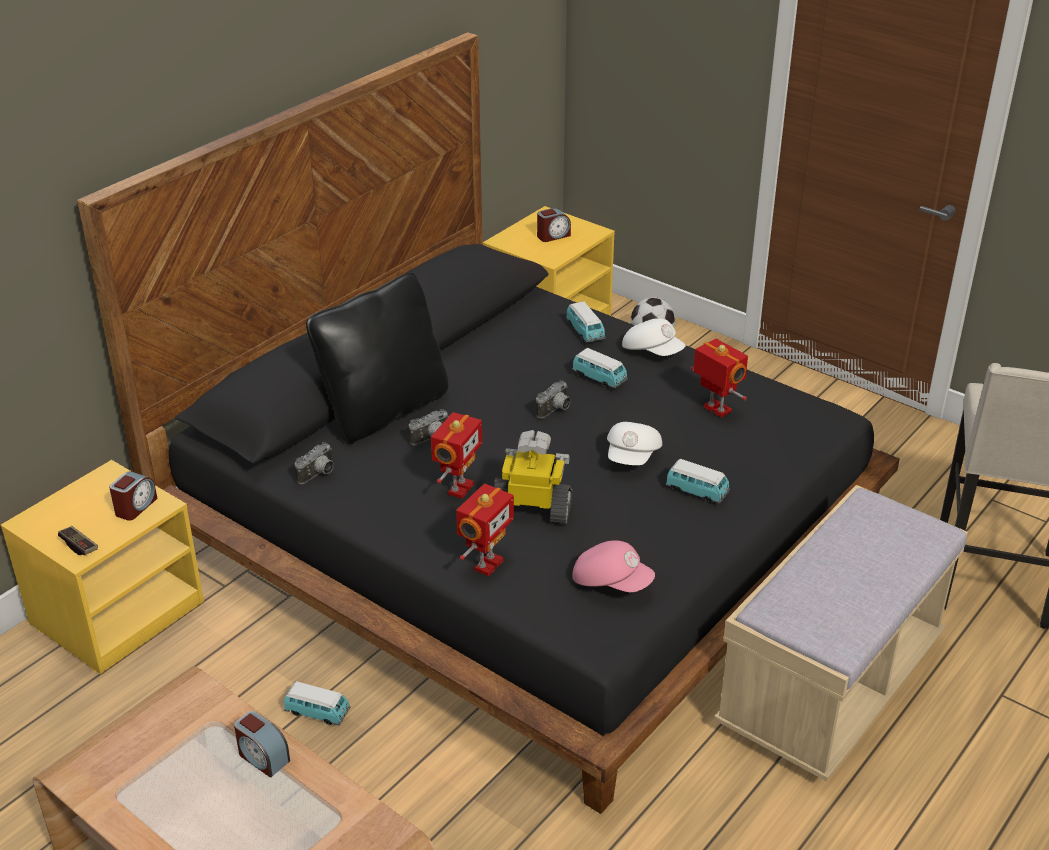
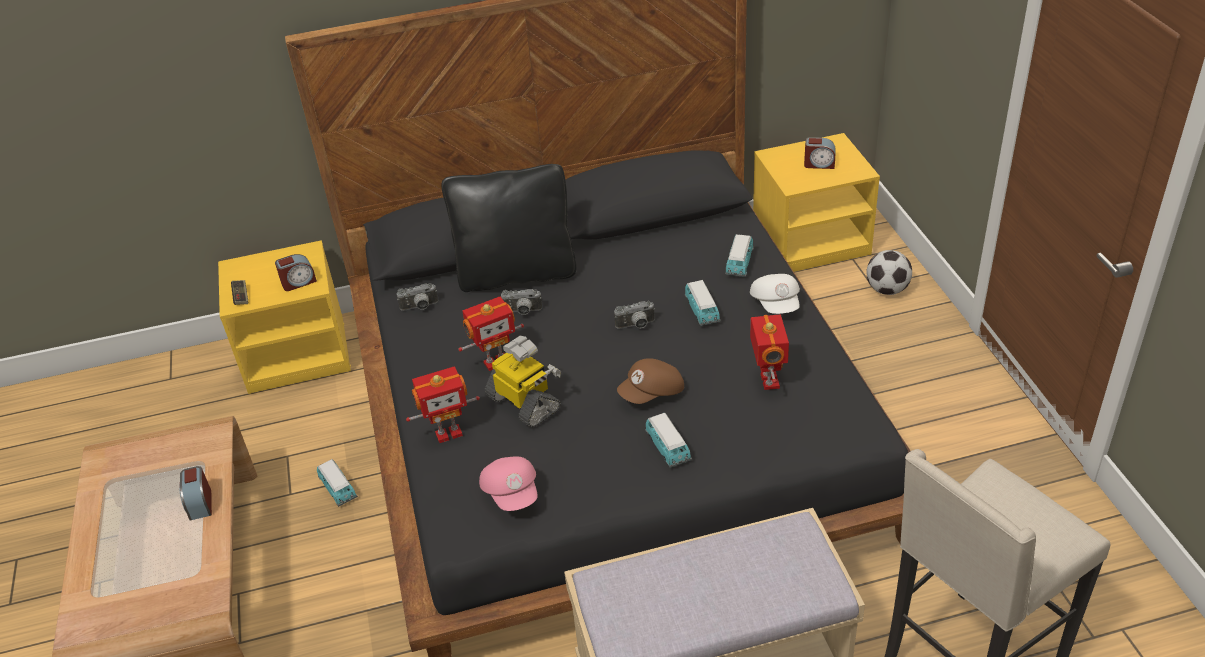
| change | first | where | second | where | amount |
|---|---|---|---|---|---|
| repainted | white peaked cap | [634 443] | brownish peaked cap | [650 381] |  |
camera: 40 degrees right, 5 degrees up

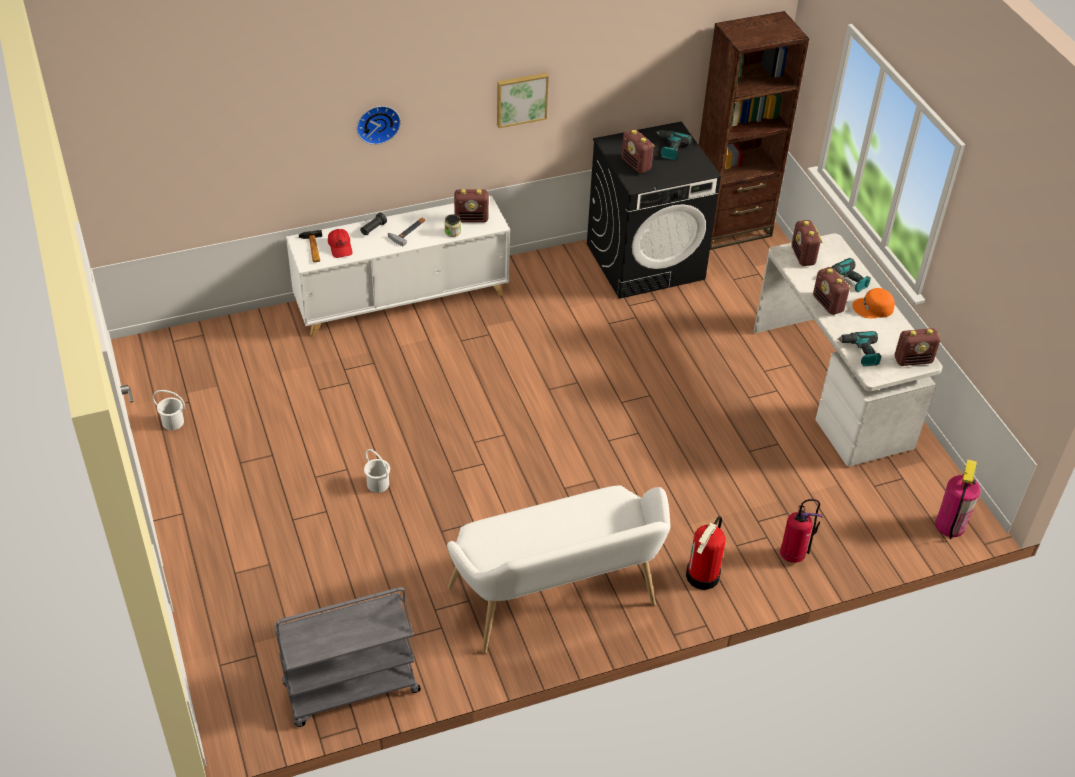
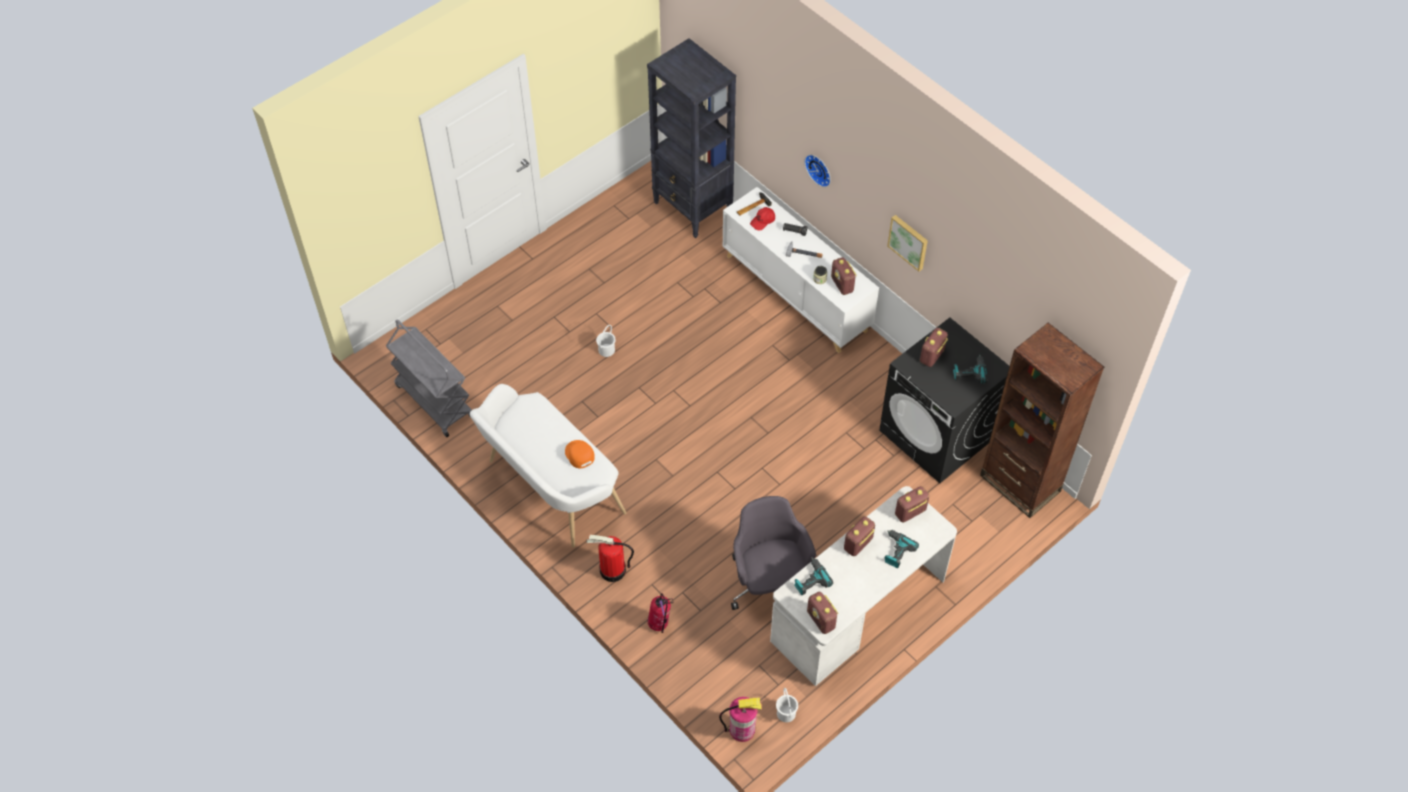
| change | first | where | second | where | amount |
|---|---|---|---|---|---|
| shifted | orange peaked cap | [873 303] |  | [580 454] |  |
| shifted | white pail | [169 410] |  | [787 705] |  |
| new |  |  | black bookcase | [691 138] |  |
| new |  |  | grey desk chair | [773 553] |  |
camera: 70 degrees right, 10 degrees up

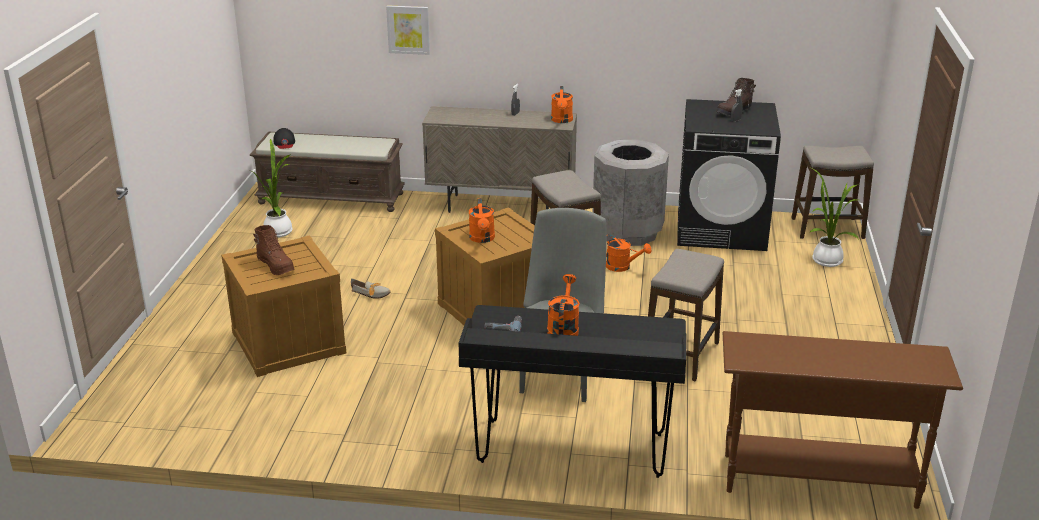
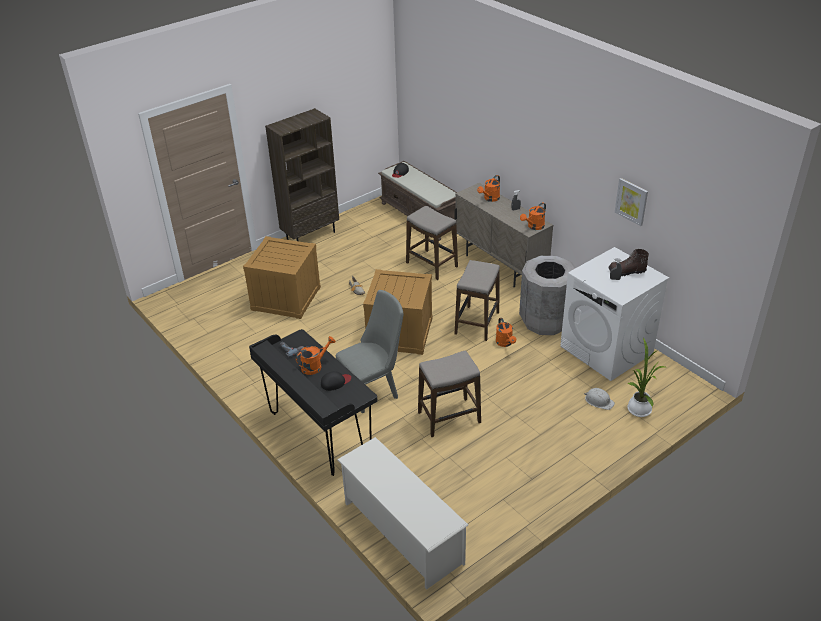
| change | first | where | second | where | amount |
|---|---|---|---|---|---|
| shifted | picture | [408 30] |  | [631 202] |  |
| repainted | black washing machine | [729 175] | white washing machine | [614 314] |  |
| gone | houseplant | [272 188] |  |  |  |
| shifted | stool | [832 192] |  | [432 243] |  |
| shifted | orange sprinkling can | [482 220] |  | [488 188] |  |
| gone | brownish tall boot | [274 250] |  |  |  |
| swapped | brownish console table | [843 420] | white shoe stand | [402 513] |  |
| new |  |  | brownish bookcase | [302 174] |  |
| new |  |  | black peaked cap | [336 381] |  |
| new |  |  | white work helmet | [599 399] |  |
camera: 45 degrees right, 10 degrees up

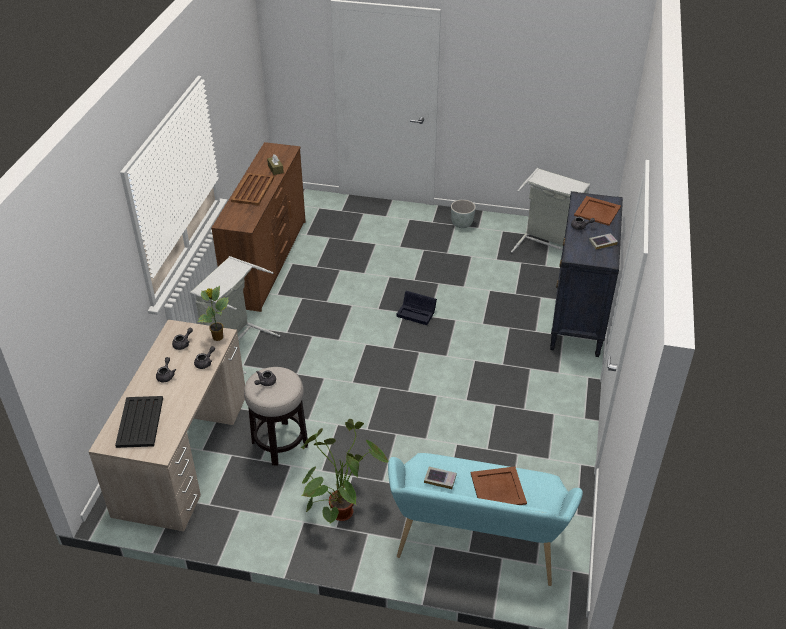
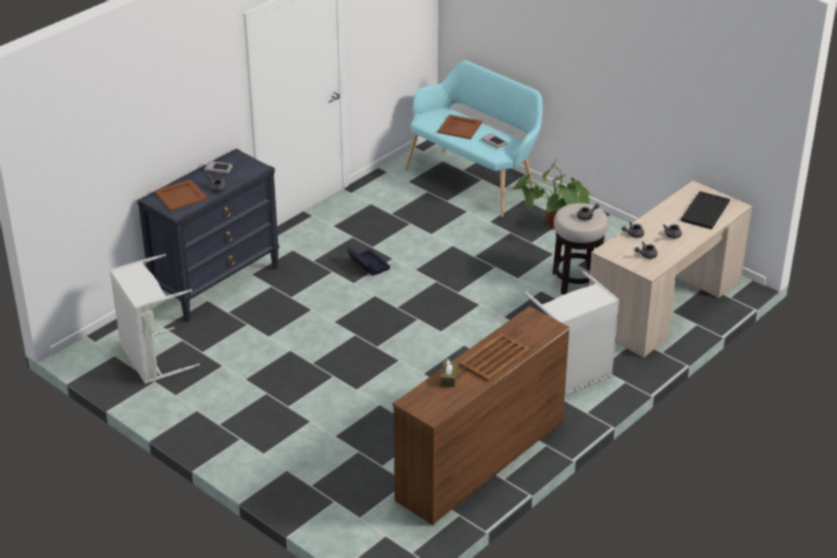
| change | first | where | second | where | amount |
|---|---|---|---|---|---|
| gone | grey planter | [463 214] |  |  |  |
| gone | houseplant | [213 313] |  |  |  |
| shifted | black storage container | [417 308] |  | [368 261] |  |
camera: 150 degrees left, 5 degrees down

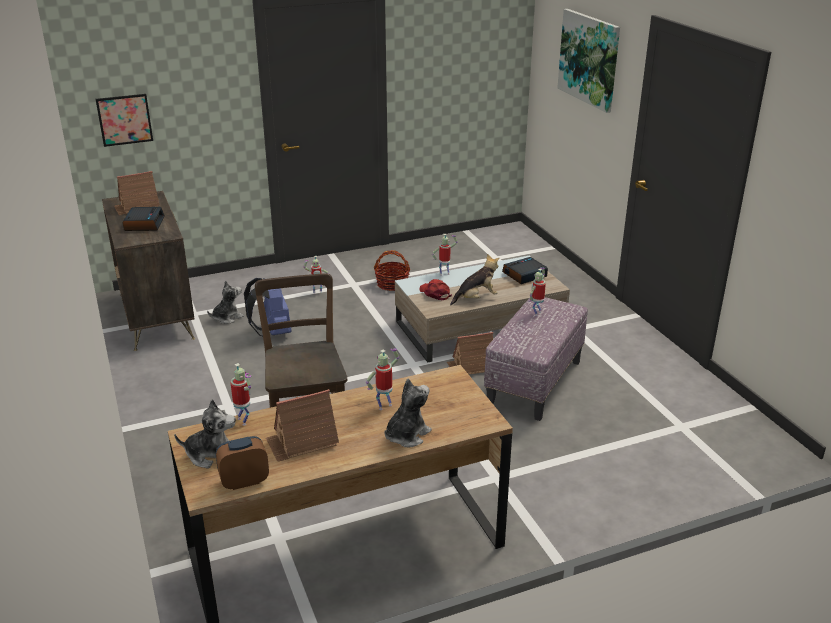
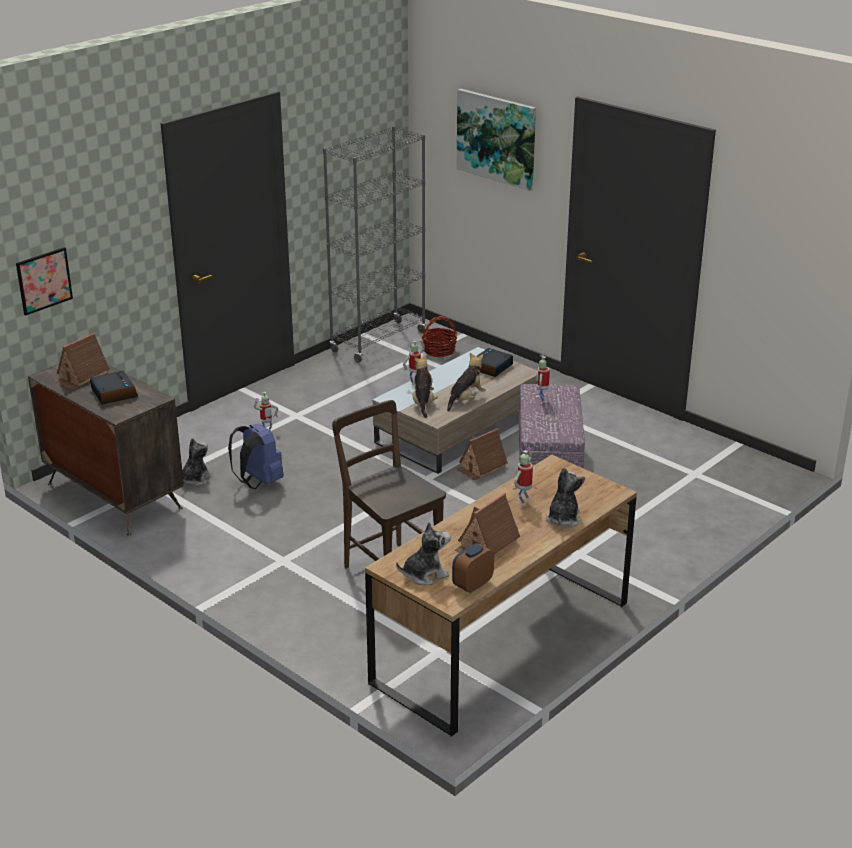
| change | first | where | second | where | amount |
|---|---|---|---|---|---|
| shifted | basket | [391 270] |  | [439 336] |  |
| swapped | red peaked cap | [435 289] | cuddly toy | [425 386] |  |
| gone | toy robot | [241 394] |  |  |  |
| new |  |  | grey bookcase | [374 244] |  |
camera: 25 degrees left, 0 degrees up

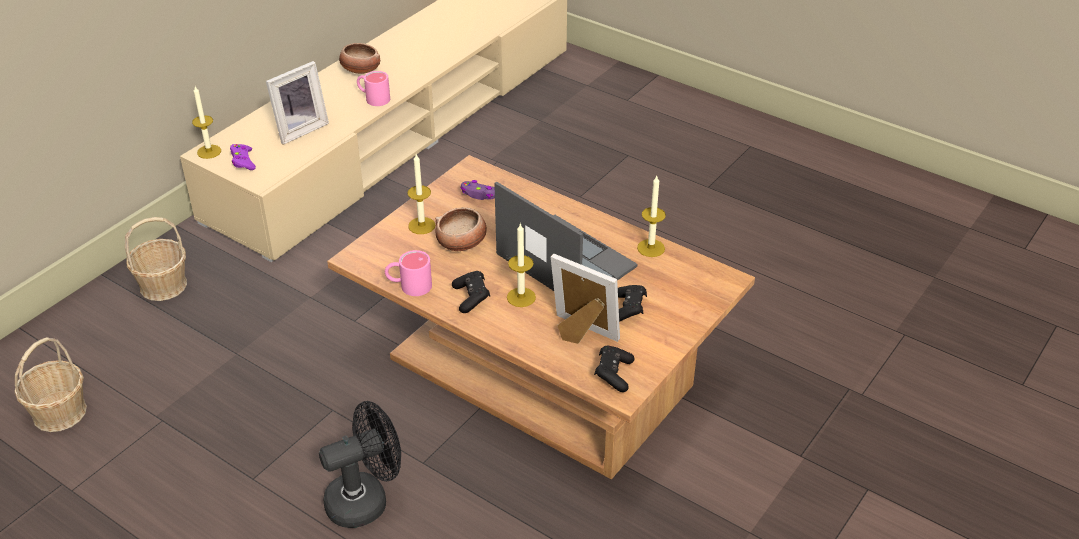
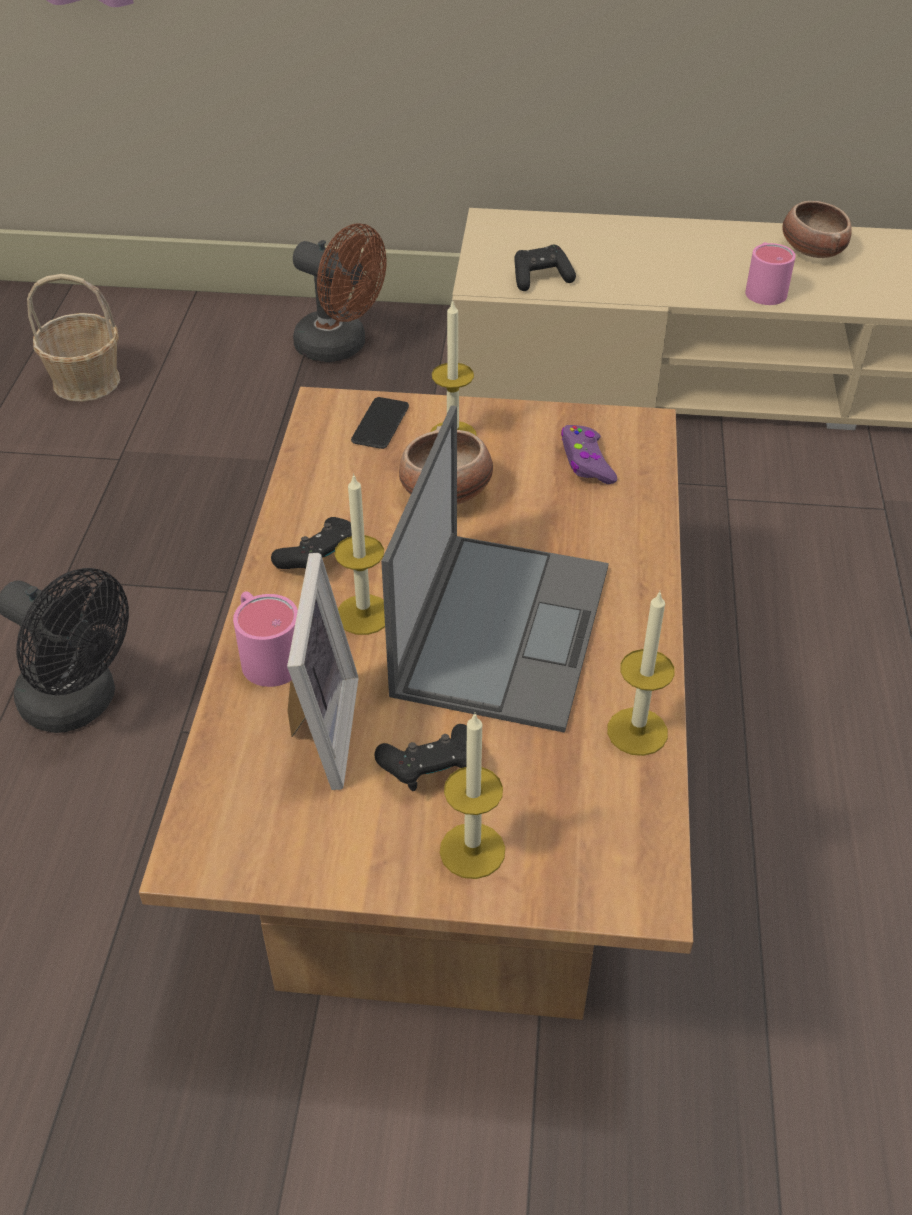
| change | first | where | second | where | amount |
|---|---|---|---|---|---|
| gone | standing frame | [297 103] |  |  |  |
| shifted | wax light | [206 122] |  | [472 795] |  |
| gone | purplish game controller | [243 157] |  |  |  |
| swapped | basket | [156 259] | brownish cooling fan | [340 292] |  |
| shifted | pink tea mug | [408 273] |  | [265 639] |  |
| shifted | black game controller | [614 369] |  | [545 268] |  |
| new |  |  | phone | [380 423] |  |
camera: 60 degrees right, 5 degrees up

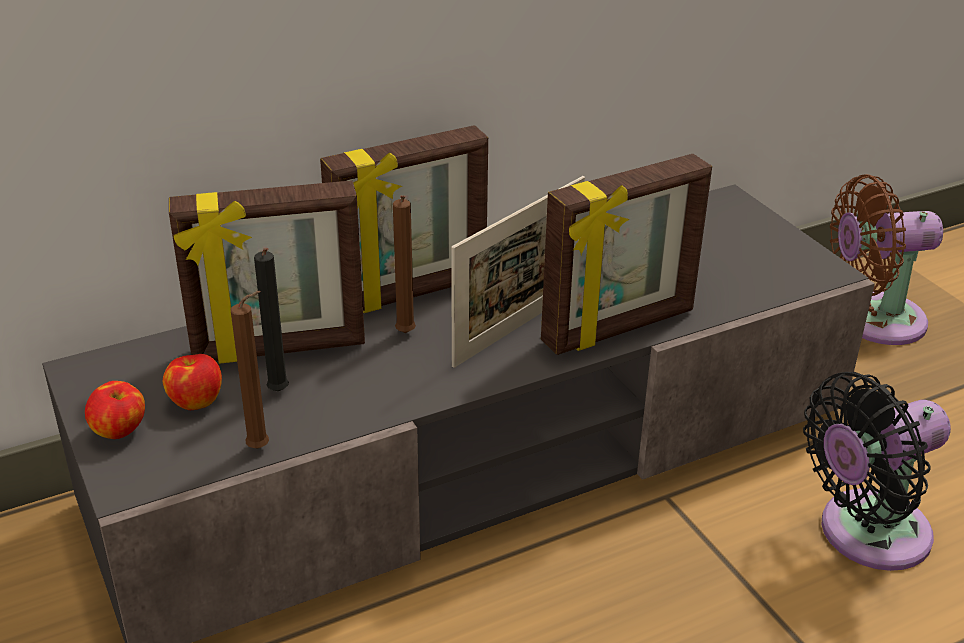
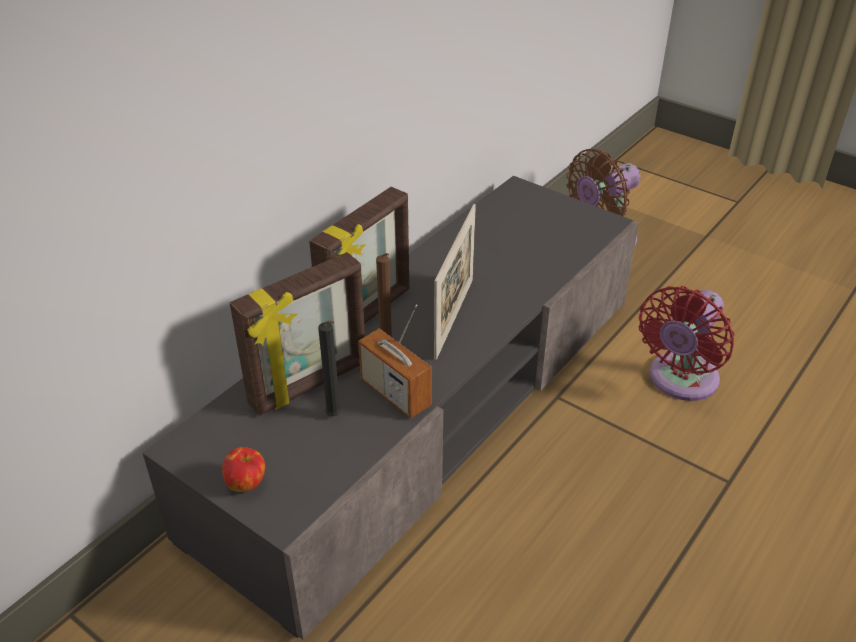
| change | first | where | second | where | amount |
|---|---|---|---|---|---|
| gone | standing frame | [626 254] |  |  |  |
| gone | brownish wax light | [250 369] |  |  |  |
| gone | whole apple | [192 382] |  |  |  |
| repainted | black cooling fan | [877 471] | red cooling fan | [687 343] |  |
| new |  |  | radio | [395 361] |  |
camera: 25 degrees left, 5 degrees up

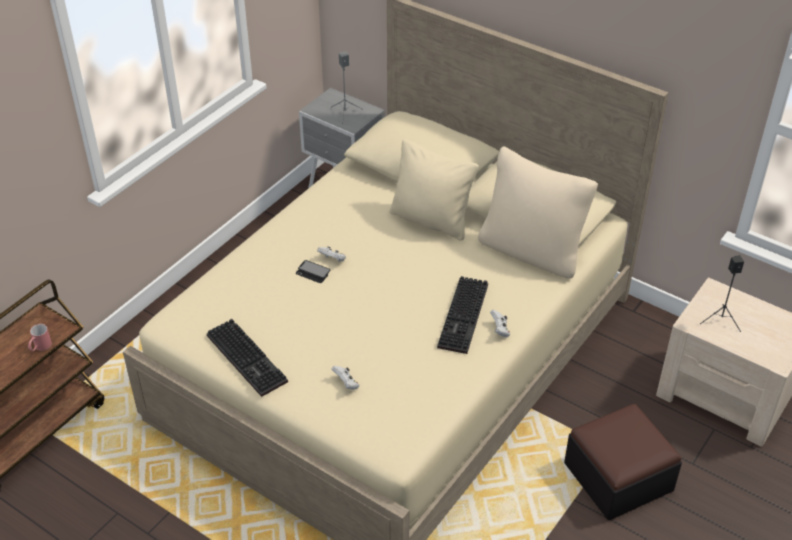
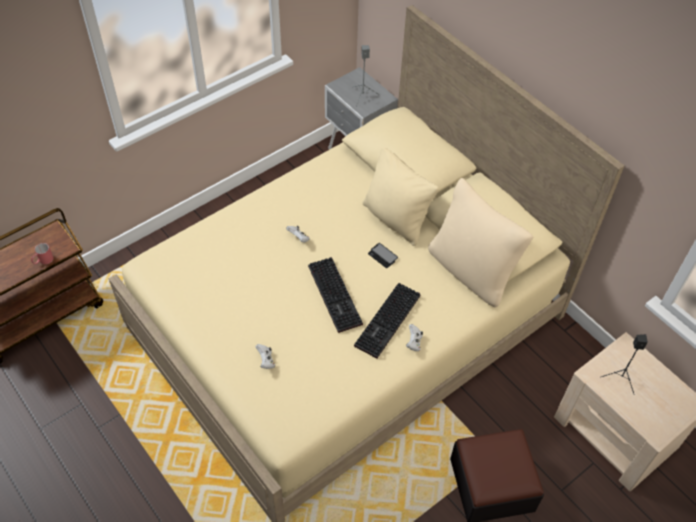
| change | first | where | second | where | amount |
|---|---|---|---|---|---|
| shifted | phone | [313 271] |  | [383 255] |  |
| shifted | keyboard | [247 358] |  | [335 295] |  |
camera: 15 degrees right, 10 degrees up

